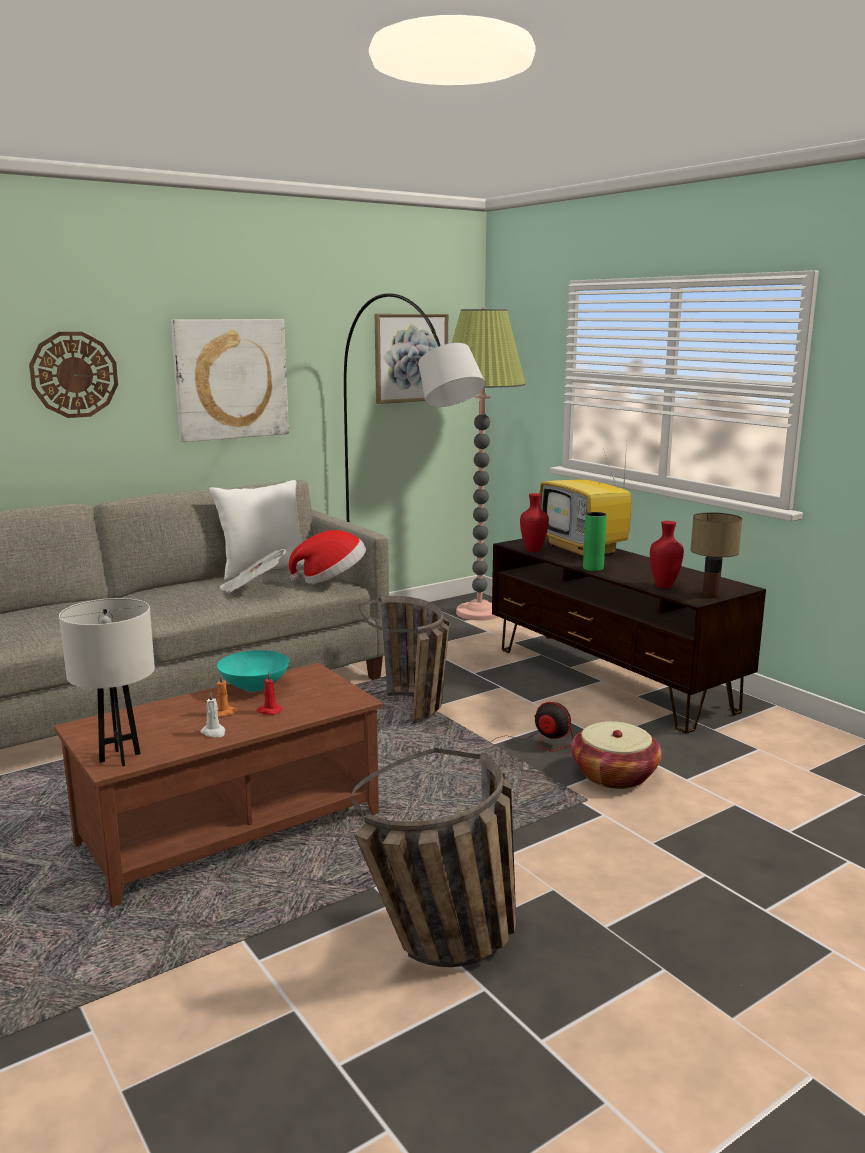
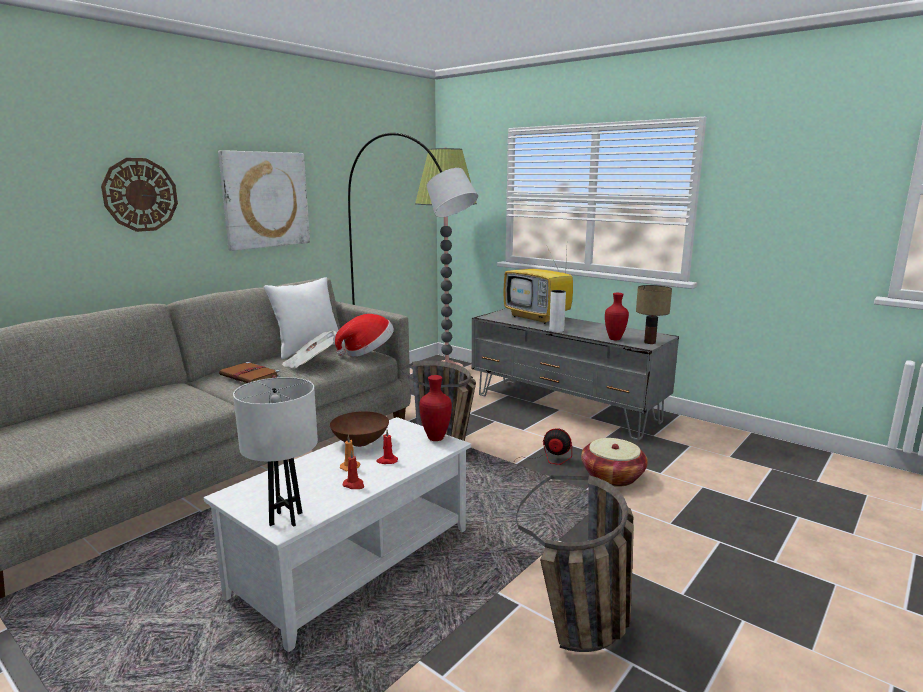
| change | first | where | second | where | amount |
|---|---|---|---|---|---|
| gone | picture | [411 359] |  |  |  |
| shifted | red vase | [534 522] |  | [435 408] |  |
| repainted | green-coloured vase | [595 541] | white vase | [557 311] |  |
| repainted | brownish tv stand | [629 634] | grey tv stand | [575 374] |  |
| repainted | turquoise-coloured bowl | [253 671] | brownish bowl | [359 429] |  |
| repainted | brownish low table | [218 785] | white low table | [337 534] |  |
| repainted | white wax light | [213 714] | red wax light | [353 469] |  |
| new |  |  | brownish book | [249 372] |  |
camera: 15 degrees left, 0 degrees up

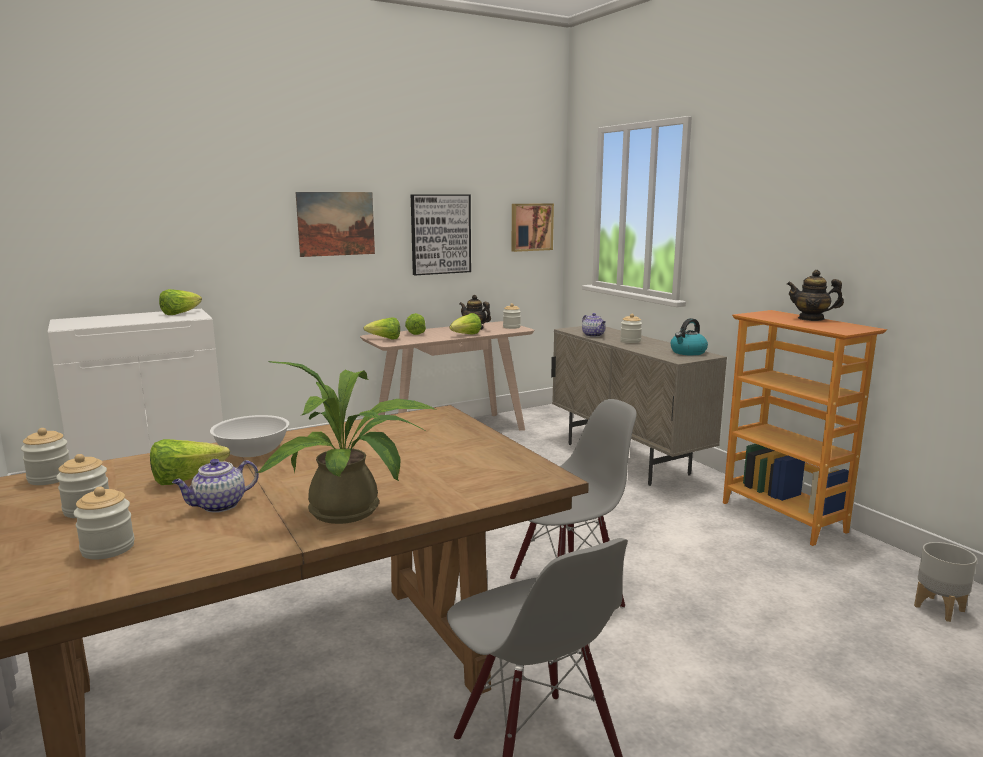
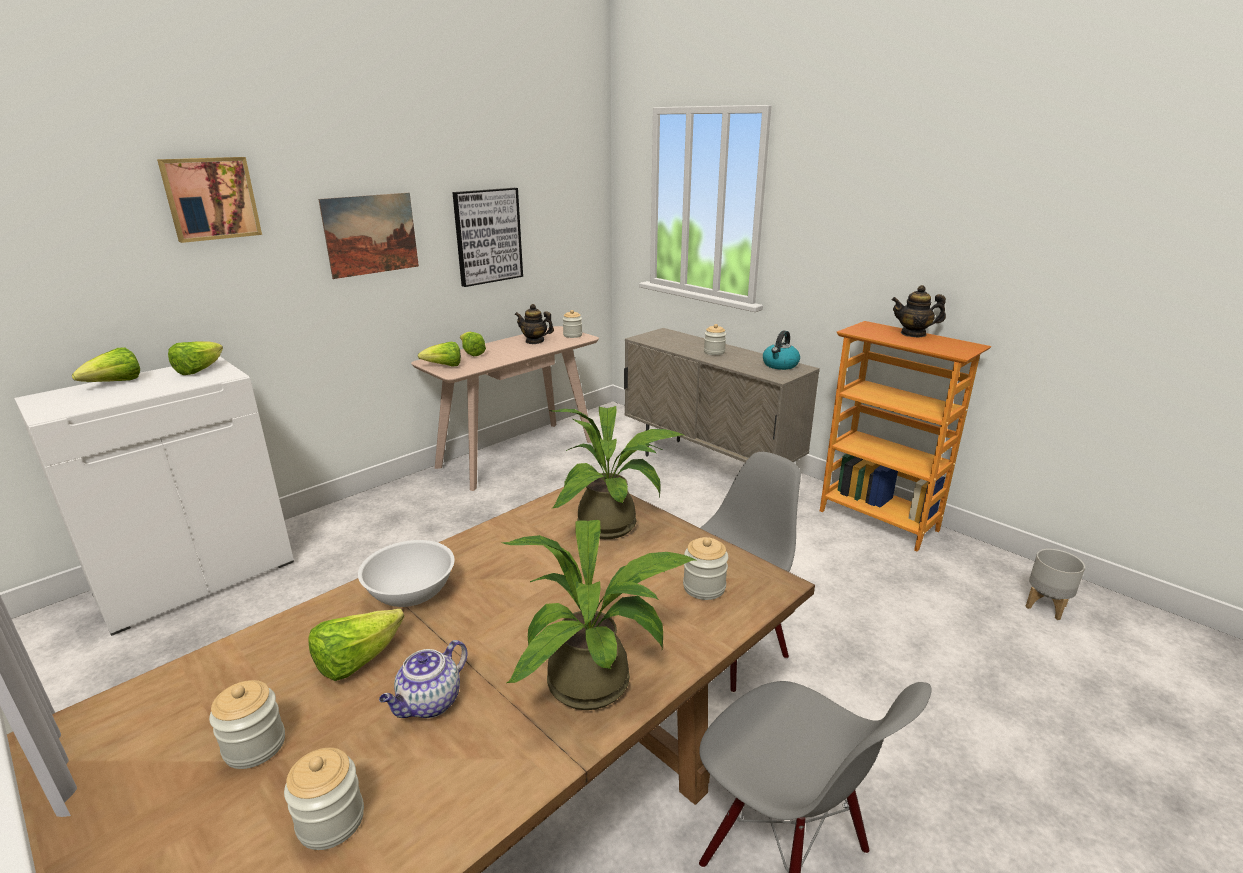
| change | first | where | second | where | amount |
|---|---|---|---|---|---|
| shifted | picture | [532 227] |  | [209 200] |  |
| shifted | lettuce head | [465 324] |  | [106 364] |  |
| gone | teapot | [594 325] |  |  |  |
| shifted | jar | [45 456] |  | [705 568] |  |
| new |  |  | houseplant | [616 472] |  |
camera: 15 degrees left, 10 degrees up

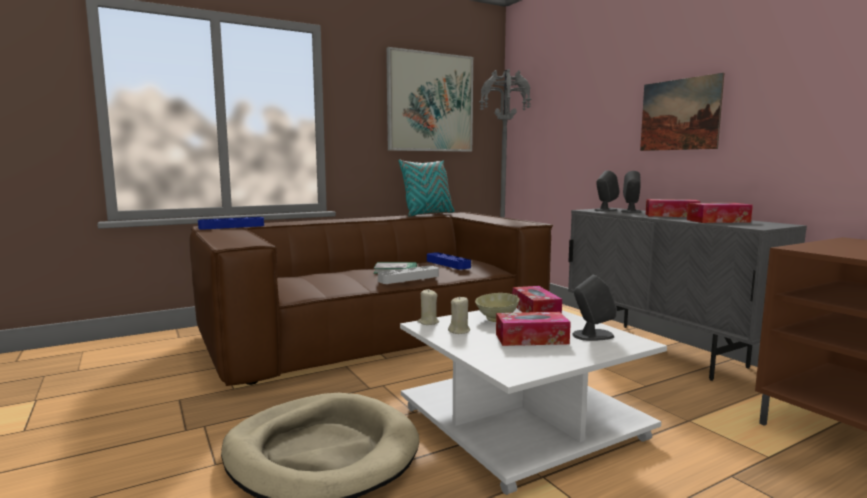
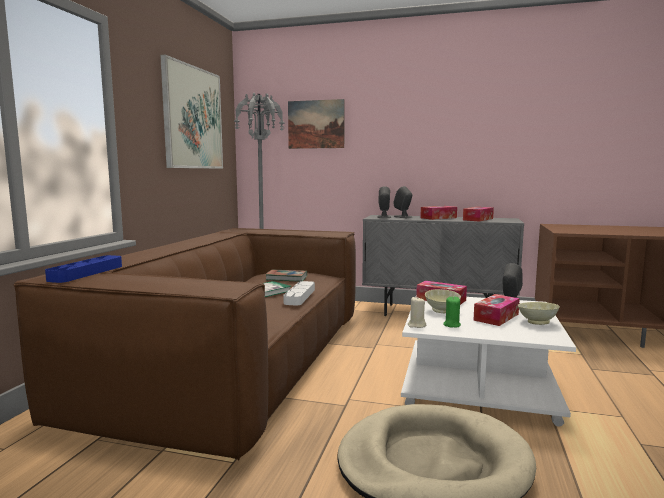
| change | first | where | second | where | amount |
|---|---|---|---|---|---|
| shifted | picture | [682 112] |  | [316 124] |  |
| gone | turquoise-coloured pillow | [426 188] |  |  |  |
| swapped | bluish carrying tray | [449 261] | book | [286 276] |  |
| repainted | beige-coloured wax light | [459 315] | green-coloured wax light | [452 312] |  |
| new |  |  | beige-coloured bowl | [538 313] |  |
camera: 45 degrees left, 0 degrees up

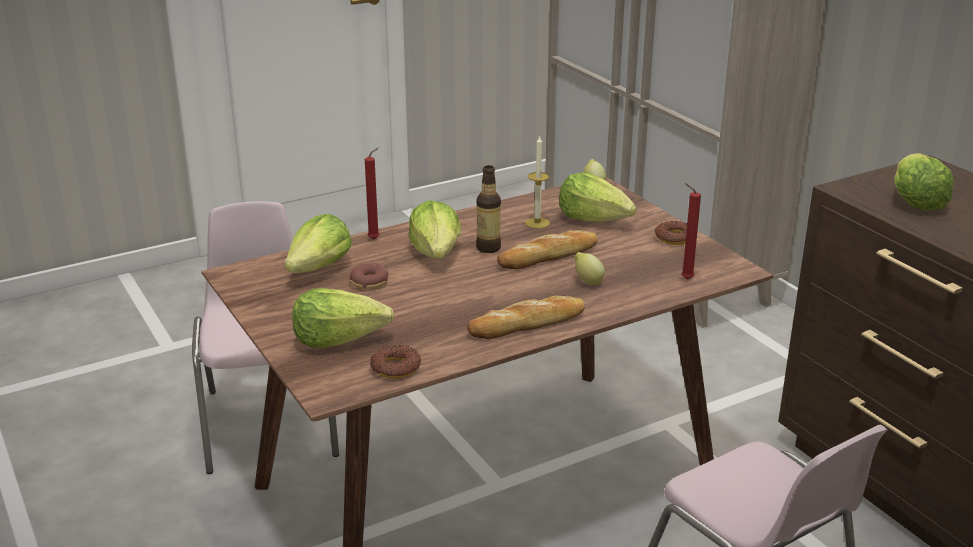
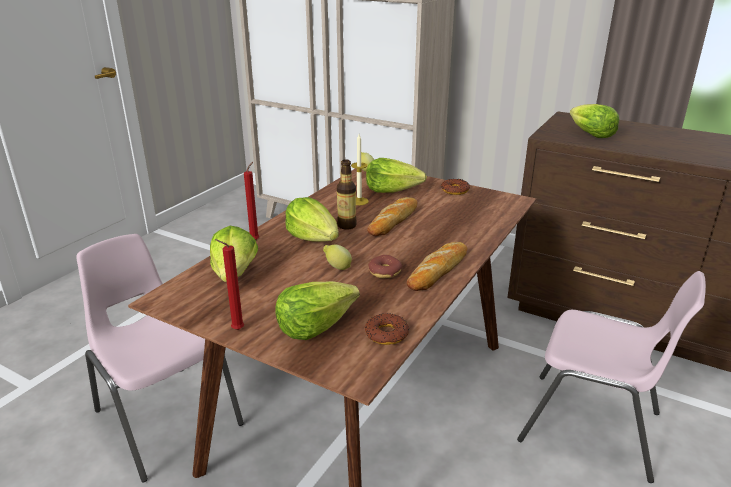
| change | first | where | second | where | amount |
|---|---|---|---|---|---|
| shifted | red wax light | [691 231] |  | [229 284] |  |
| shifted | whole lemon | [590 268] |  | [337 257] |  |
| shifted | donut | [369 276] |  | [385 266] |  |
camera: 30 degrees left, 0 degrees up

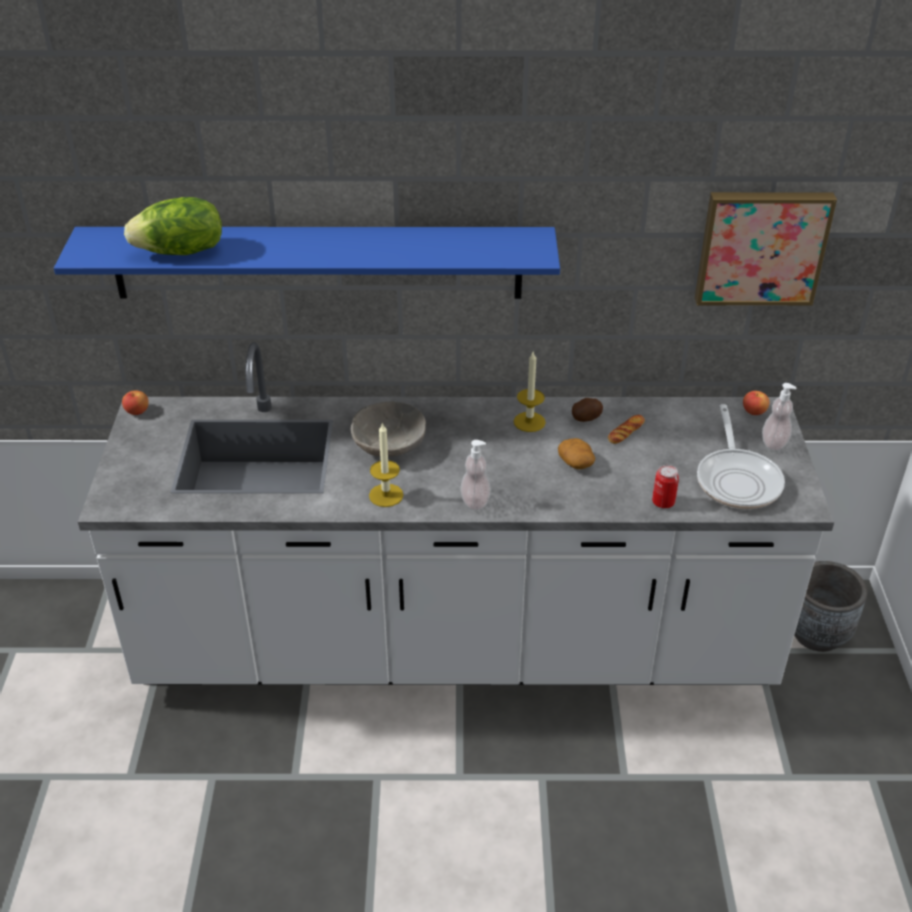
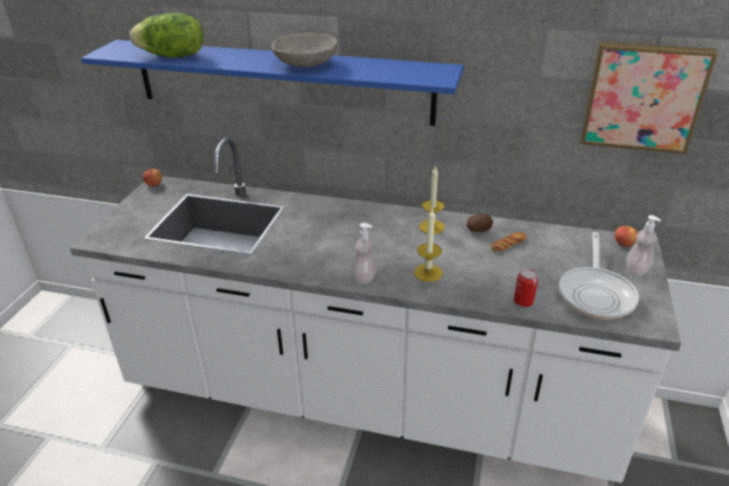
| change | first | where | second | where | amount |
|---|---|---|---|---|---|
| shifted | grey bowl | [388 429] |  | [304 50] |  |
| shifted | wax light | [386 464] |  | [428 245] |  |
| gone | spud | [576 453] |  |  |  |
| gone | grey planter | [830 606] |  |  |  |
camera: 15 degrees right, 5 degrees down

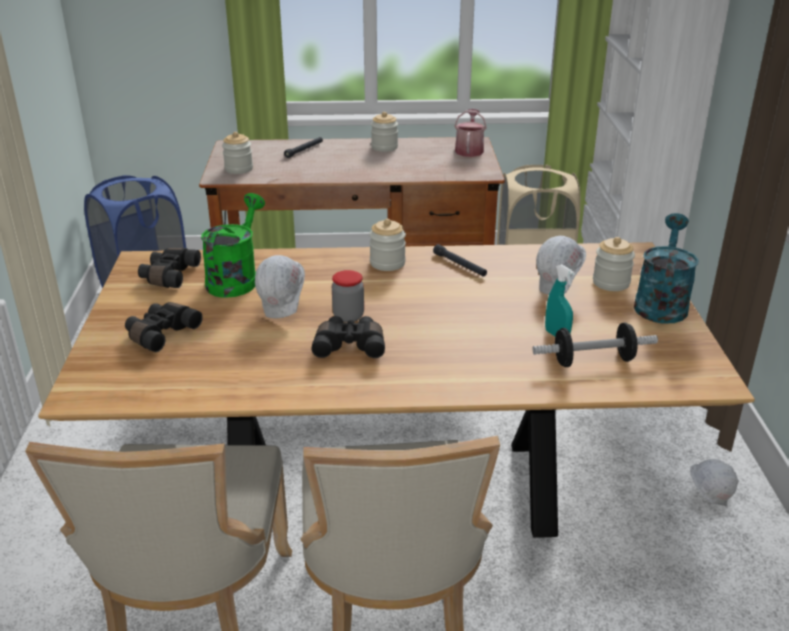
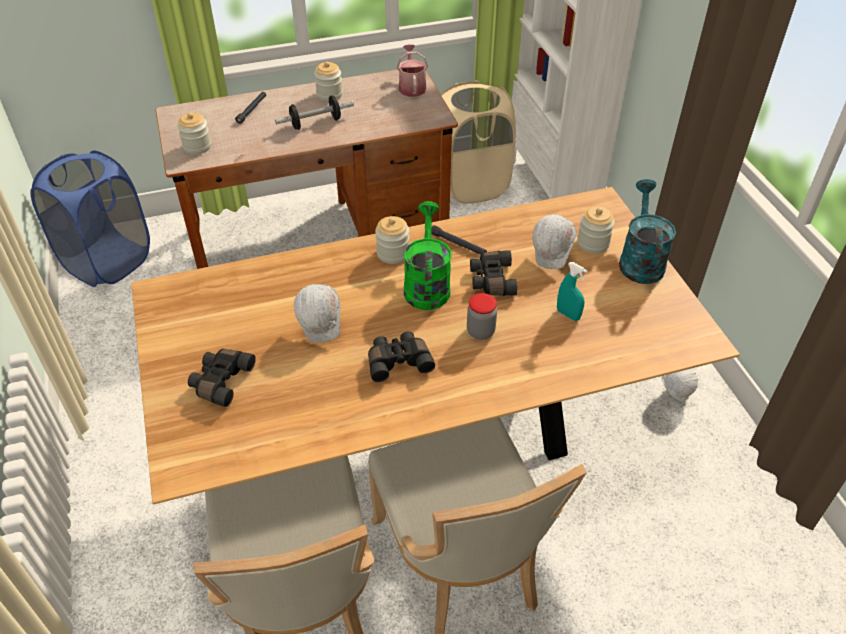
| change | first | where | second | where | amount |
|---|---|---|---|---|---|
| shifted | green-coloured sprinkling can | [233 245] |  | [428 255] |  |
| shifted | black pair of binoculars | [169 268] |  | [493 273] |  |
| shifted | jar | [348 296] |  | [482 316] |  |
| shifted | free weight | [595 345] |  | [314 112] |  |
camera: 15 degrees left, 15 degrees up

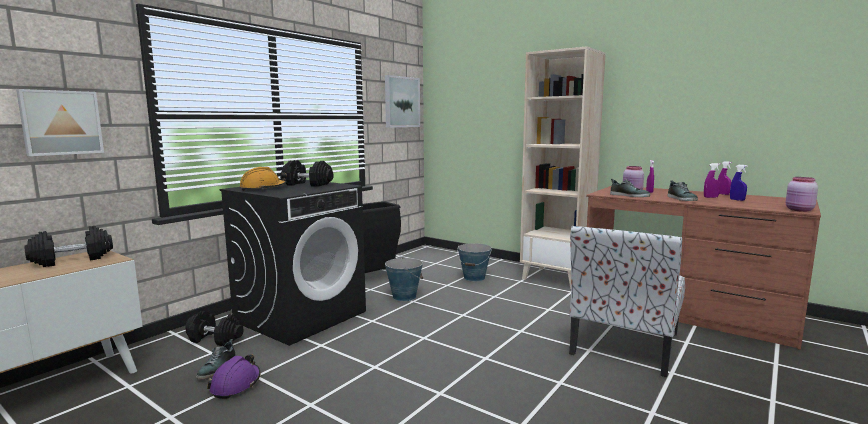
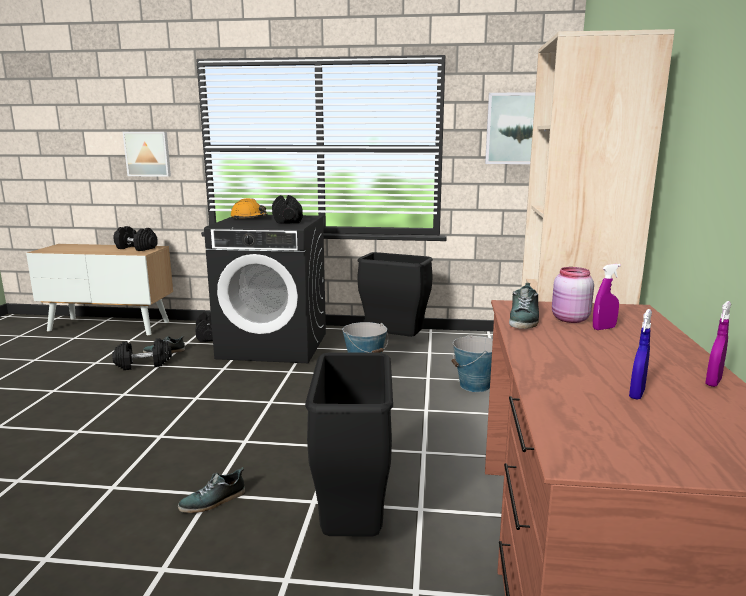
| change | first | where | second | where | amount |
|---|---|---|---|---|---|
| gone | purplish sprayer | [712 180] |  |  |  |
| gone | pink jar | [802 194] |  |  |  |
| shifted | shoe | [682 191] |  | [211 490] |  |
| swapped | plain chair | [627 301] | black rubbish bin | [349 444] |  |
| swapped | purplish work helmet | [234 376] | black free weight | [142 354] |  |
camera: 60 degrees right, 5 degrees up

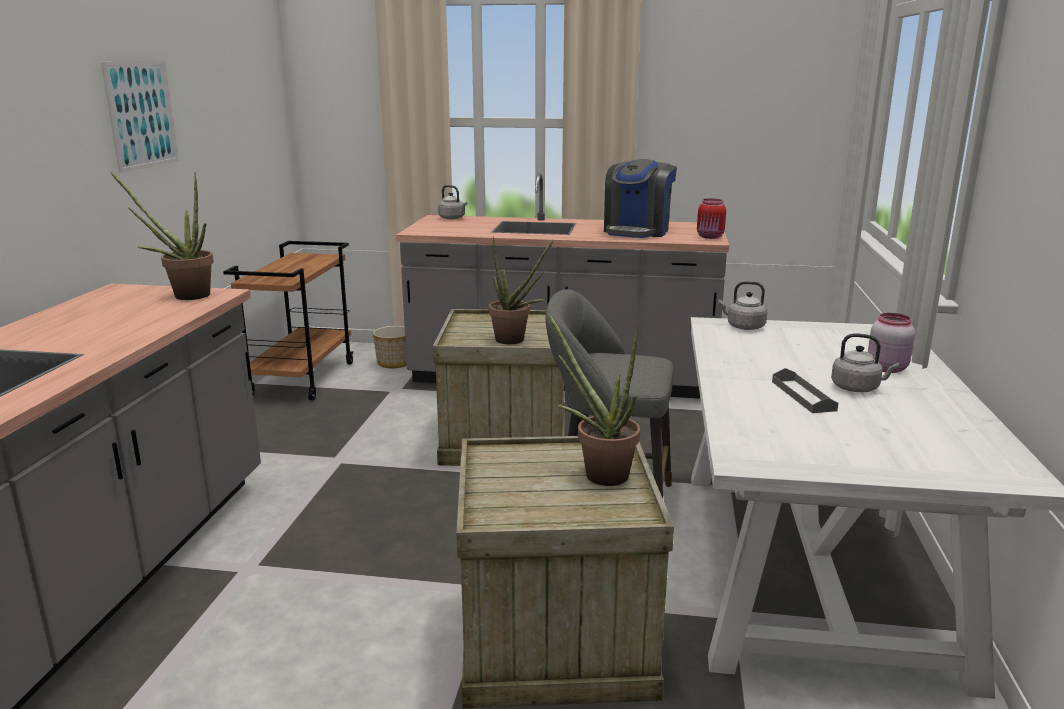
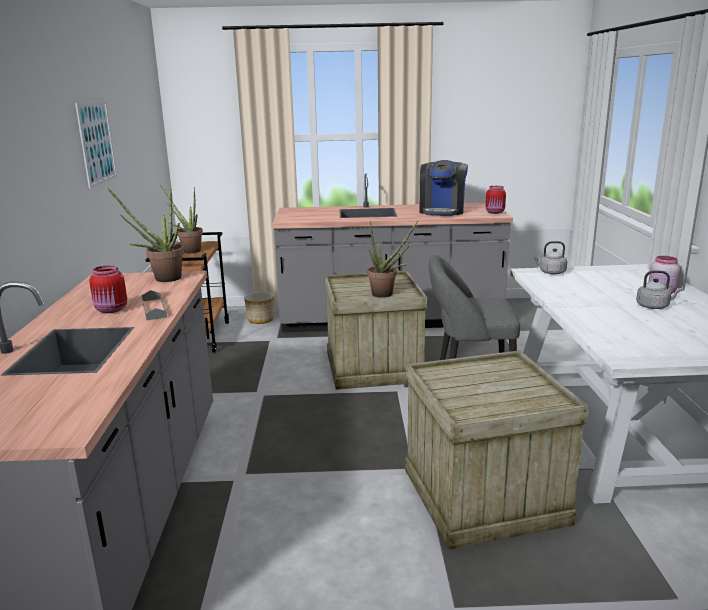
| change | first | where | second | where | amount |
|---|---|---|---|---|---|
| gone | grey kettle | [453 202] |  |  |  |
| shifted | houseplant | [593 398] |  | [181 219] |  |
| shifted | grey carrying tray | [805 390] |  | [154 305] |  |
| new |  |  | red jar | [108 289] |  |
camera: 10 degrees left, 0 degrees up

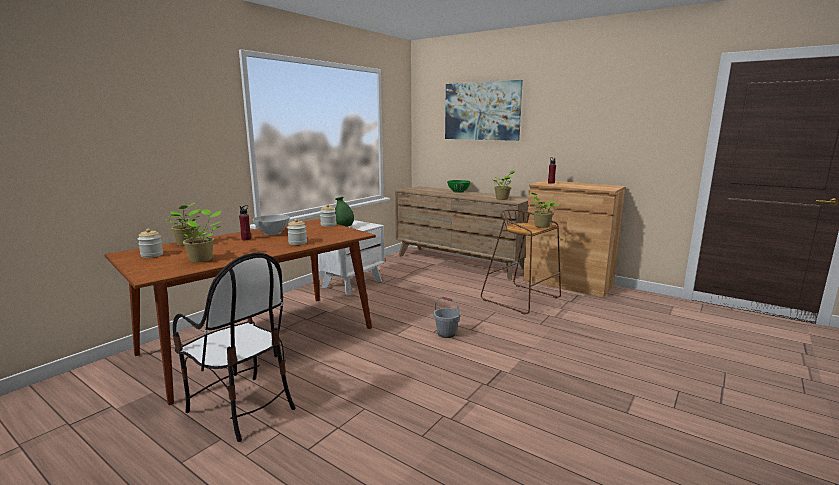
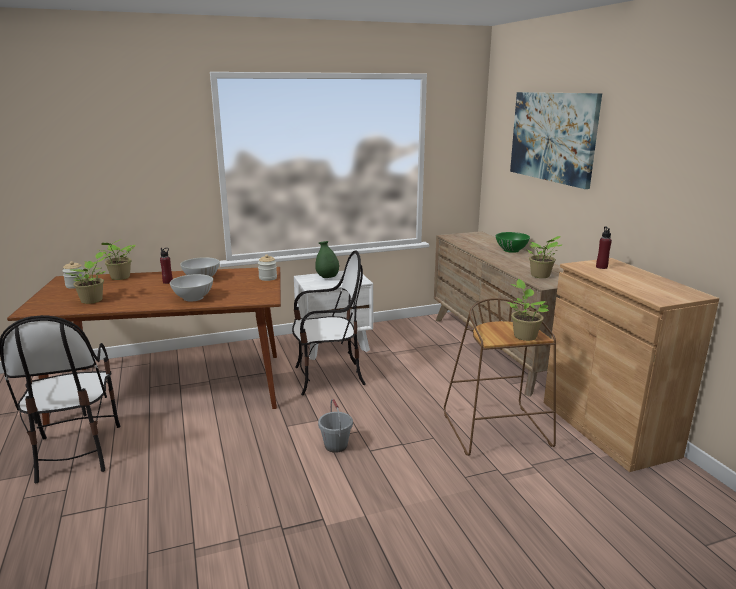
| change | first | where | second | where | amount |
|---|---|---|---|---|---|
| swapped | jar | [297 232] | white bowl | [191 288] |  |
| new |  |  | plain chair | [329 322] |  |
camera: 35 degrees right, 5 degrees up

